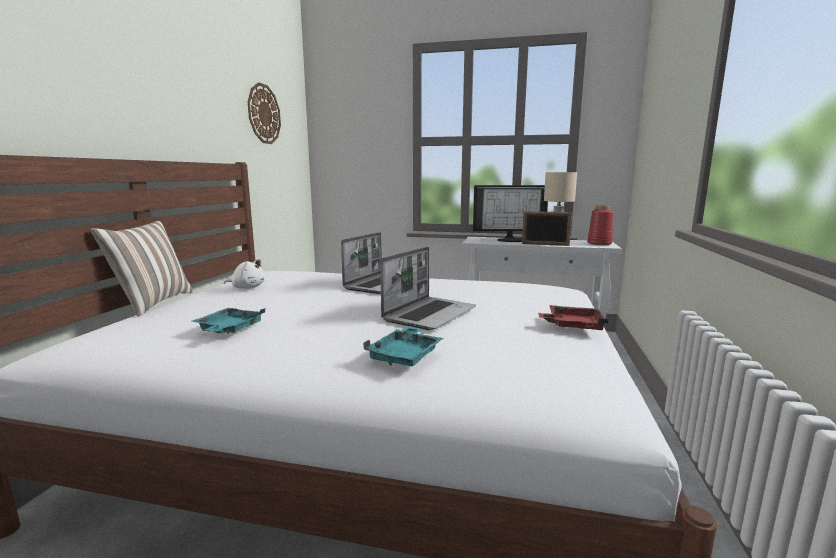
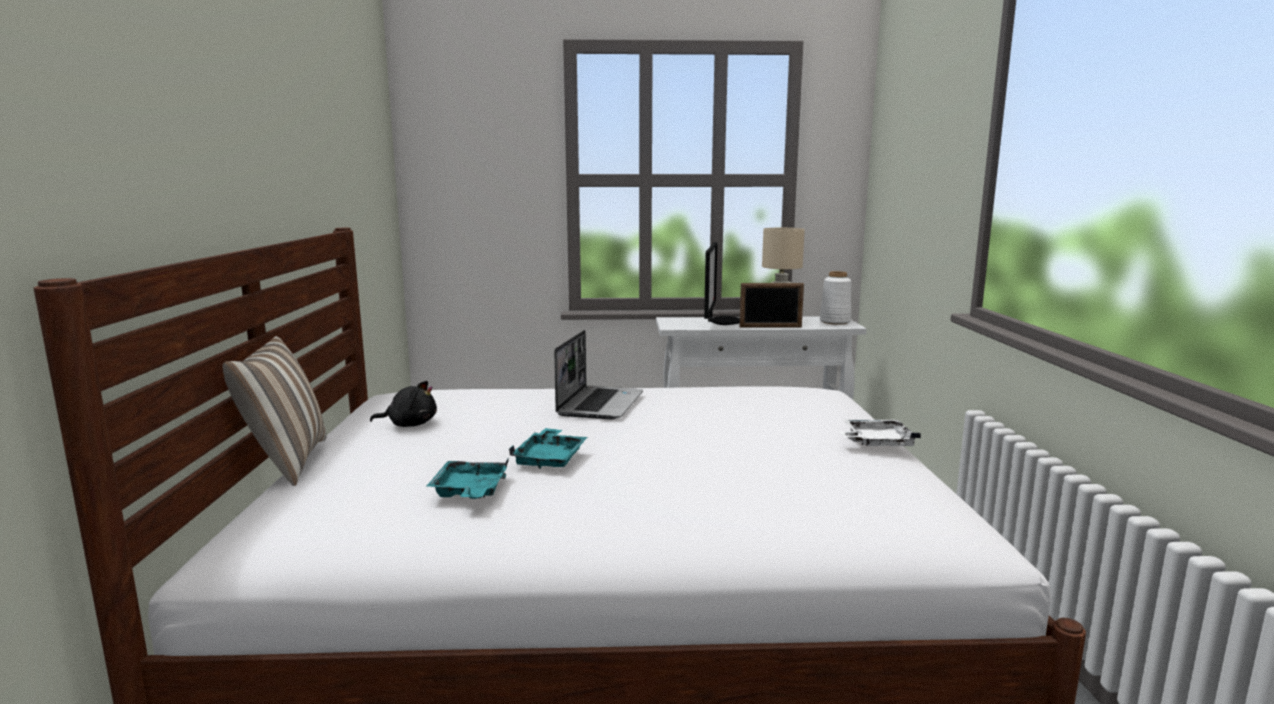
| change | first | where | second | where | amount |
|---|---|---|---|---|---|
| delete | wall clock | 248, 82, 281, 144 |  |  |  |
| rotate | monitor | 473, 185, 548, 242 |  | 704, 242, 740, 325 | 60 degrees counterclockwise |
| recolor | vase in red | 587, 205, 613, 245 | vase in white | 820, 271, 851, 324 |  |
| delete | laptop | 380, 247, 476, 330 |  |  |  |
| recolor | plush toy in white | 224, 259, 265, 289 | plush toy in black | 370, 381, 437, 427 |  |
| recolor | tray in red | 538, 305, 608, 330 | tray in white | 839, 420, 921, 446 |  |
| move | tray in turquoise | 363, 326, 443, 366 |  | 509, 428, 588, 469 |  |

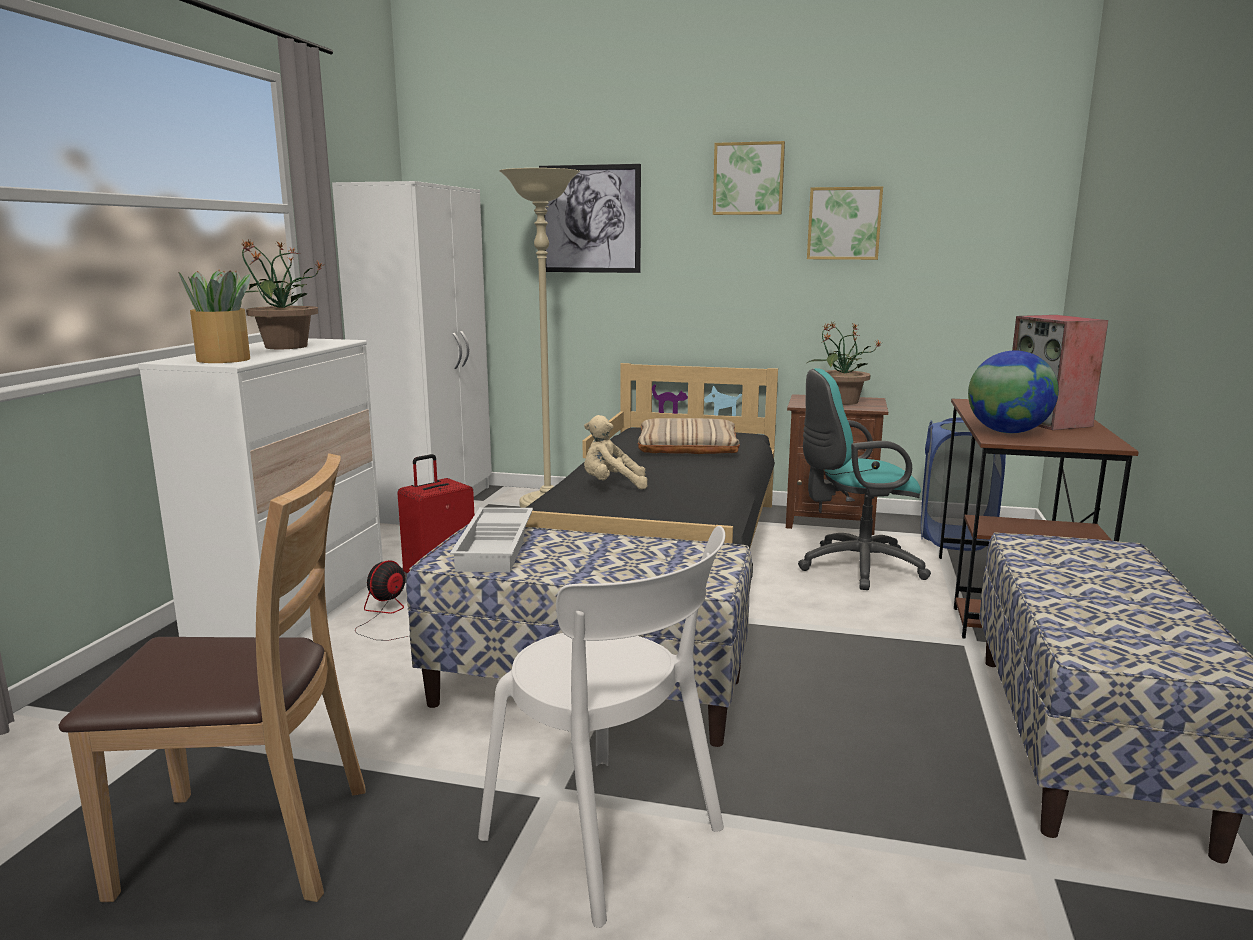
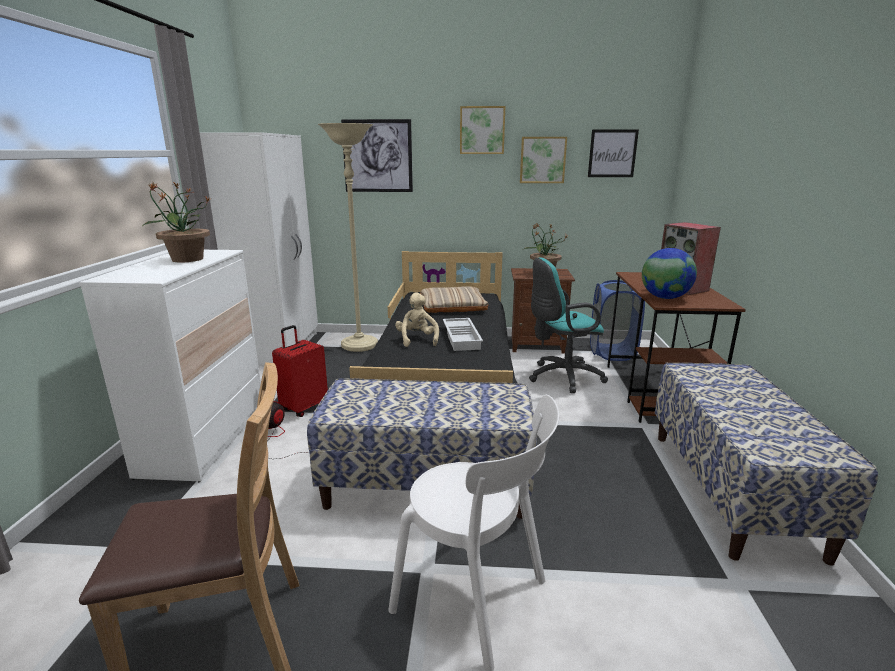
| change | first | where | second | where | amount |
|---|---|---|---|---|---|
| delete | potted plant | 178, 270, 250, 363 |  |  |  |
| rotate | plush toy in beige | 584, 415, 648, 490 |  | 395, 293, 439, 347 | 90 degrees clockwise |
| move | tray in white | 450, 507, 533, 572 |  | 443, 318, 483, 351 |  |
| insert |  |  | picture | 588, 130, 639, 177 |  |

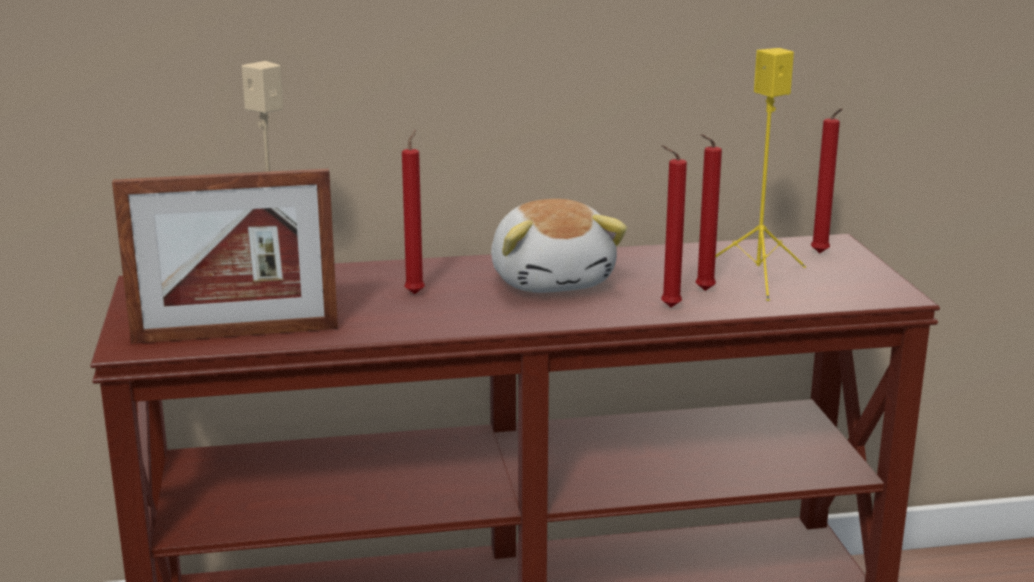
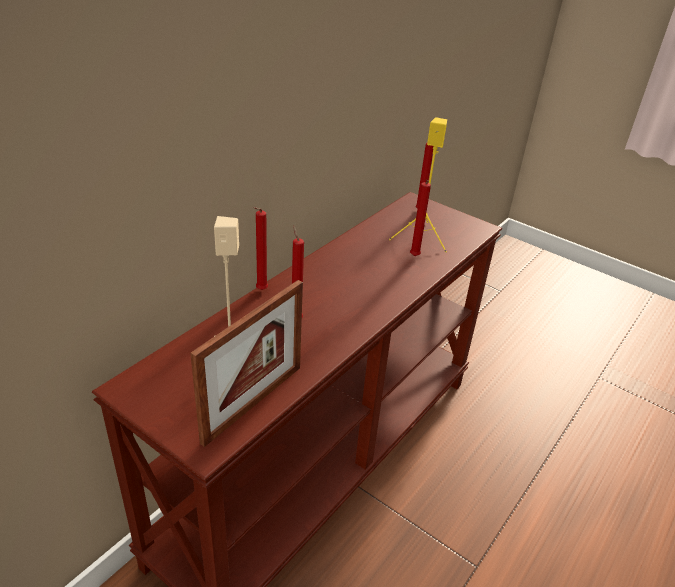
| change | first | where | second | where | amount |
|---|---|---|---|---|---|
| move | candle in red | 661, 145, 687, 308 |  | 254, 207, 268, 290 |  |
| delete | plush toy | 491, 199, 627, 293 |  |  |  |

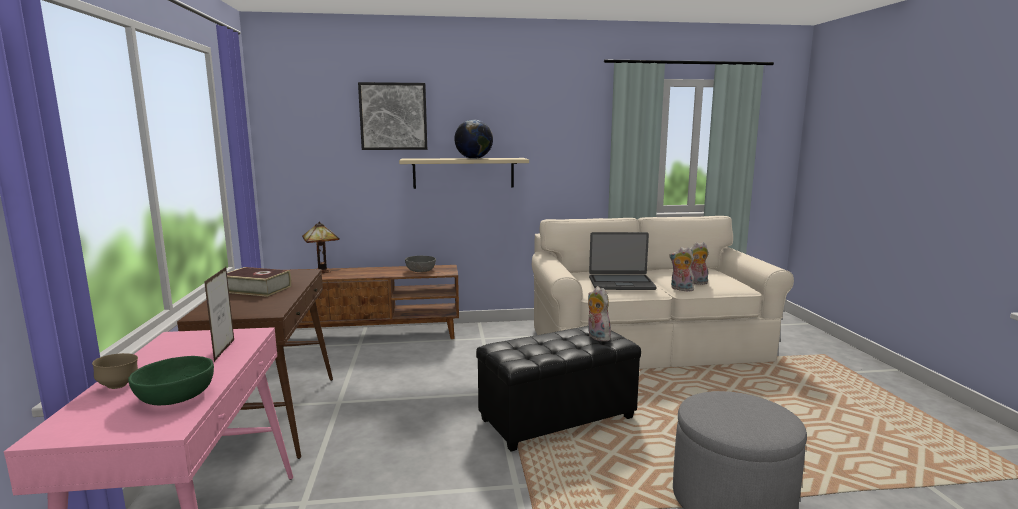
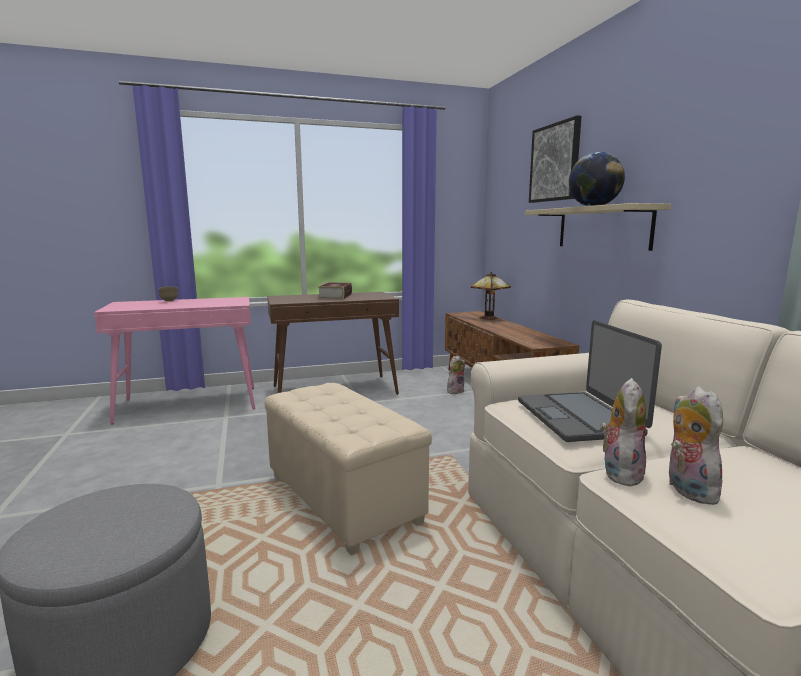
| change | first | where | second | where | amount |
|---|---|---|---|---|---|
| delete | bowl in grey | 405, 256, 436, 272 |  |  |  |
| delete | picture frame | 204, 267, 234, 362 |  |  |  |
| move | plush toy | 588, 286, 611, 341 |  | 447, 355, 465, 395 |  |
| recolor | ottoman in black | 476, 326, 641, 451 | ottoman in beige | 265, 383, 432, 555 |  |
| delete | bowl in green | 128, 356, 214, 405 |  |  |  |

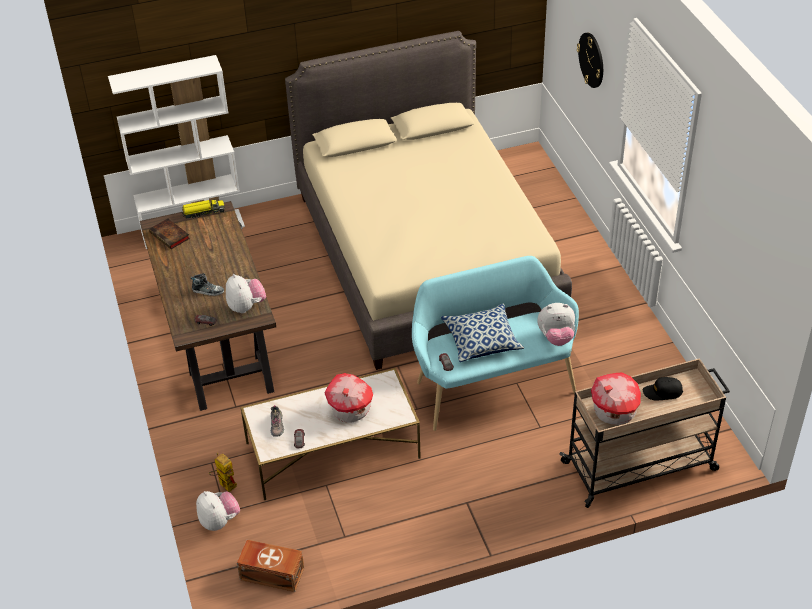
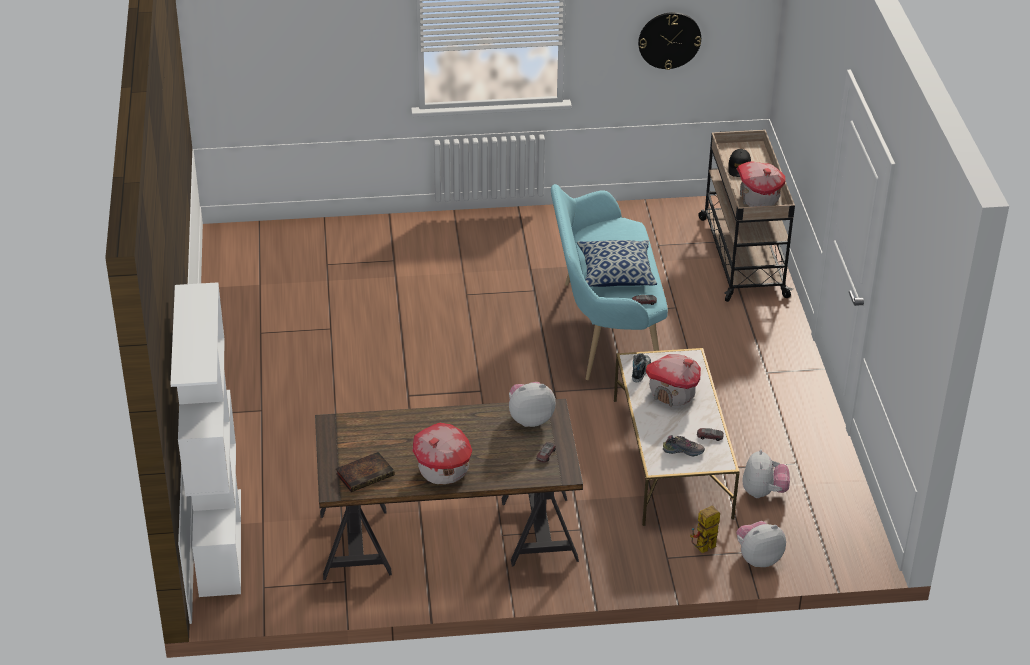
| change | first | where | second | where | amount |
|---|---|---|---|---|---|
| delete | bed in beige | 285, 31, 572, 370 |  |  |  |
| move | wall clock | 577, 32, 603, 88 |  | 638, 12, 701, 70 |  |
| delete | toy truck | 181, 200, 225, 219 |  |  |  |
| move | shoe | 190, 273, 224, 296 |  | 632, 353, 651, 382 |  |
| move | plush toy | 537, 303, 575, 346 |  | 743, 449, 790, 498 |  |
| delete | storage box in brown | 237, 540, 304, 592 |  |  |  |
| insert |  |  | toy house | 413, 423, 473, 484 |  |

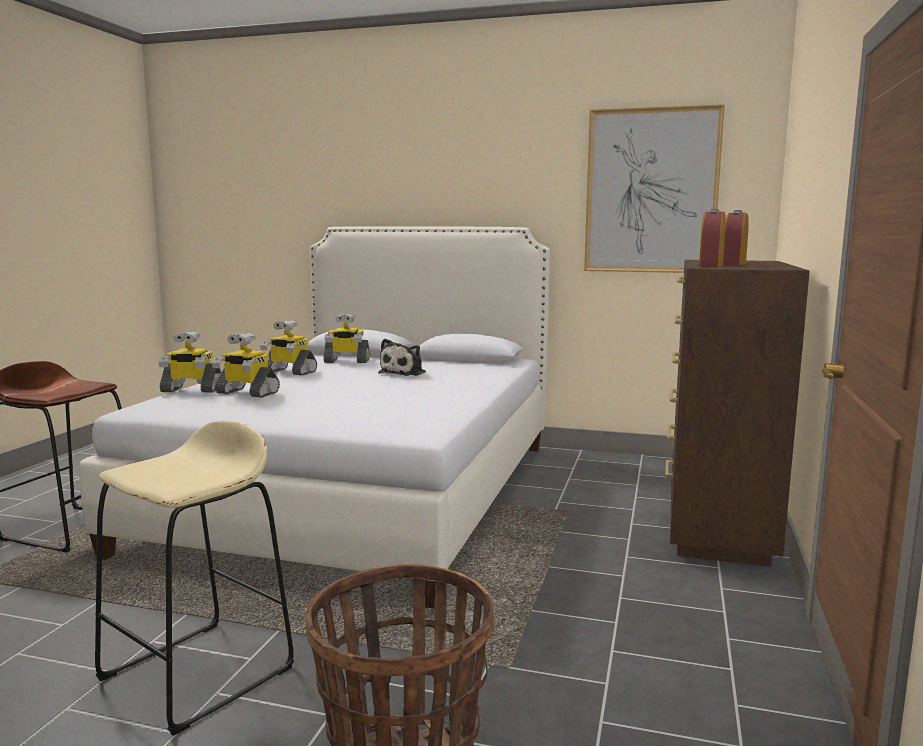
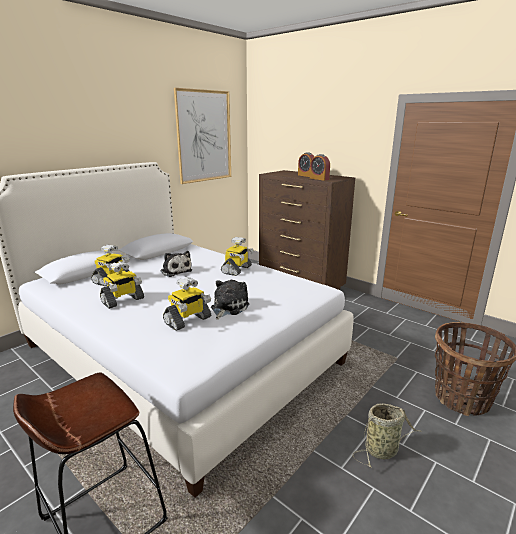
| change | first | where | second | where | amount |
|---|---|---|---|---|---|
| move | toy robot | 158, 331, 221, 393 |  | 221, 237, 254, 276 |  |
| replace | stool in beige | 95, 421, 294, 736 | basket | 352, 403, 422, 467 |  |
| insert |  |  | plush toy | 211, 280, 249, 320 |  |

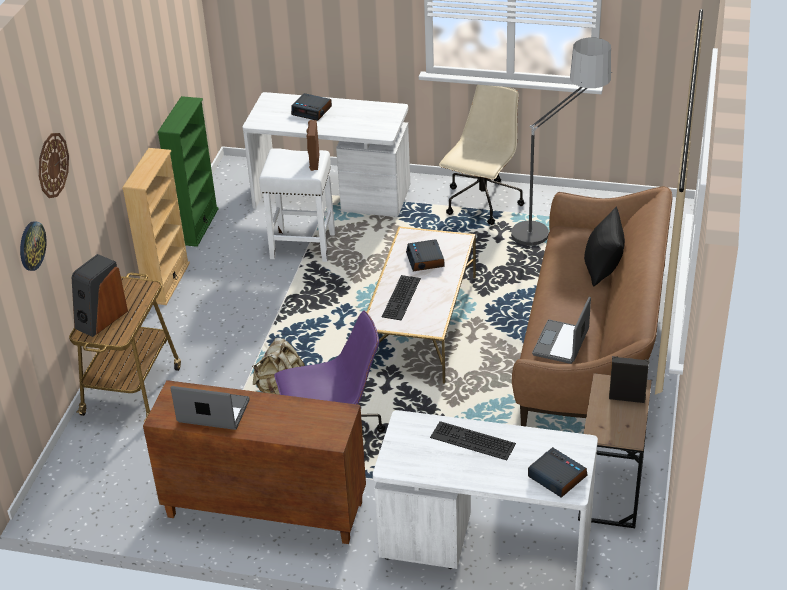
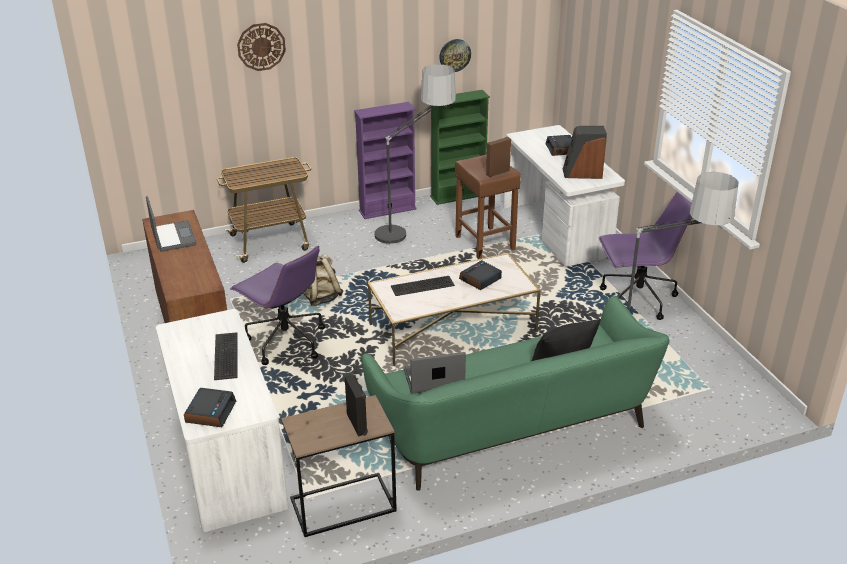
| change | first | where | second | where | amount |
|---|---|---|---|---|---|
| recolor | office chair in beige | 439, 85, 524, 225 | office chair in purple | 599, 192, 692, 320 |  |
| recolor | bookcase in beige | 122, 148, 190, 305 | bookcase in purple | 354, 102, 417, 219 |  |
| recolor | stool in white | 259, 148, 335, 262 | stool in brown | 455, 154, 521, 259 |  |
| recolor | sofa in brown | 512, 186, 672, 426 | sofa in green | 362, 296, 669, 491 |  |
| move | wall clock | 20, 221, 47, 271 |  | 439, 39, 471, 72 |  |
| move | speaker | 72, 254, 128, 337 |  | 563, 126, 607, 179 |  |
| insert |  |  | floor lamp | 372, 64, 457, 244 |  |

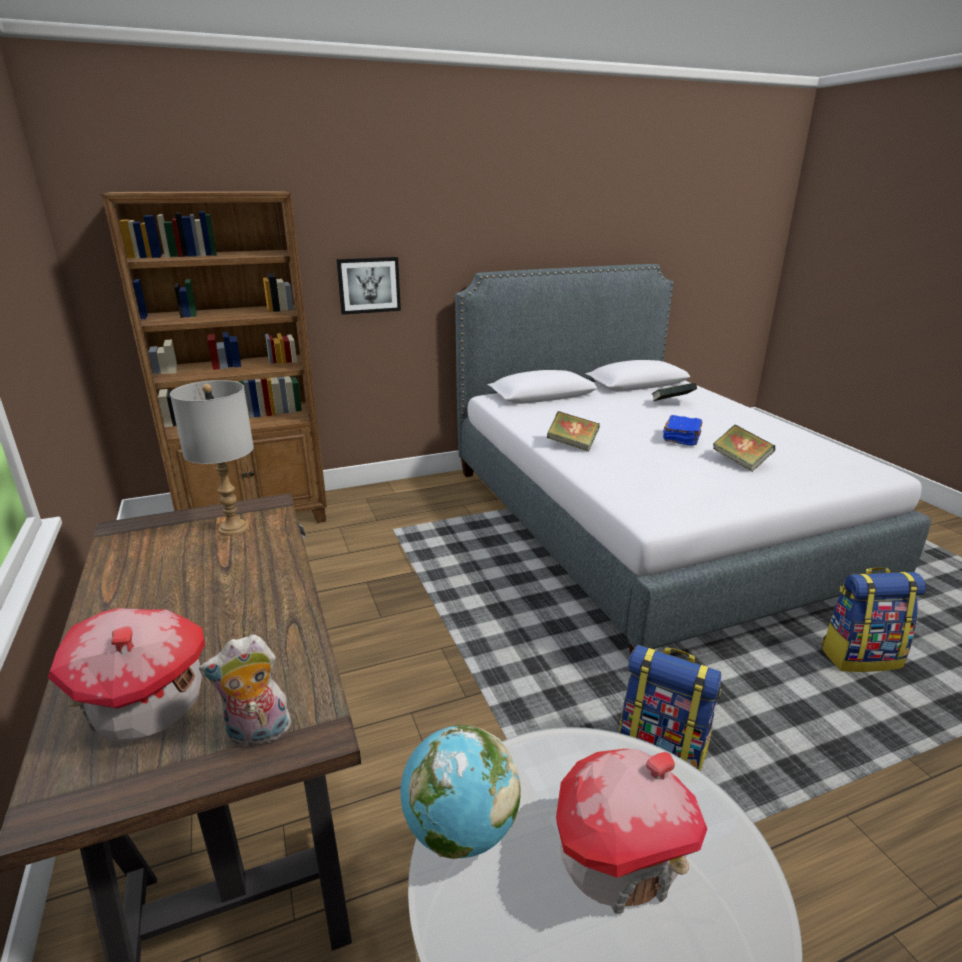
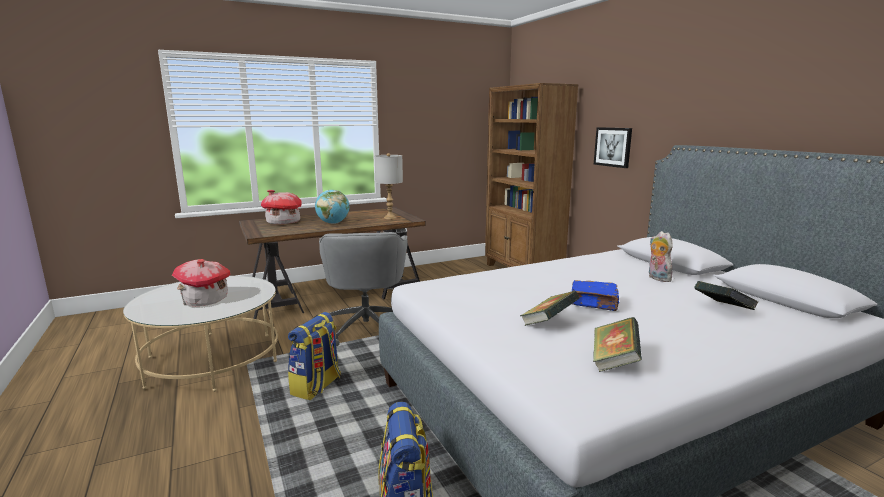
| change | first | where | second | where | amount |
|---|---|---|---|---|---|
| move | book | 547, 411, 600, 451 |  | 593, 317, 642, 372 |  |
| move | plush toy | 199, 634, 291, 747 |  | 649, 231, 673, 282 |  |
| move | globe | 400, 725, 521, 859 |  | 315, 190, 350, 224 |  |
| insert |  |  | office chair in grey | 319, 232, 407, 346 |  |

